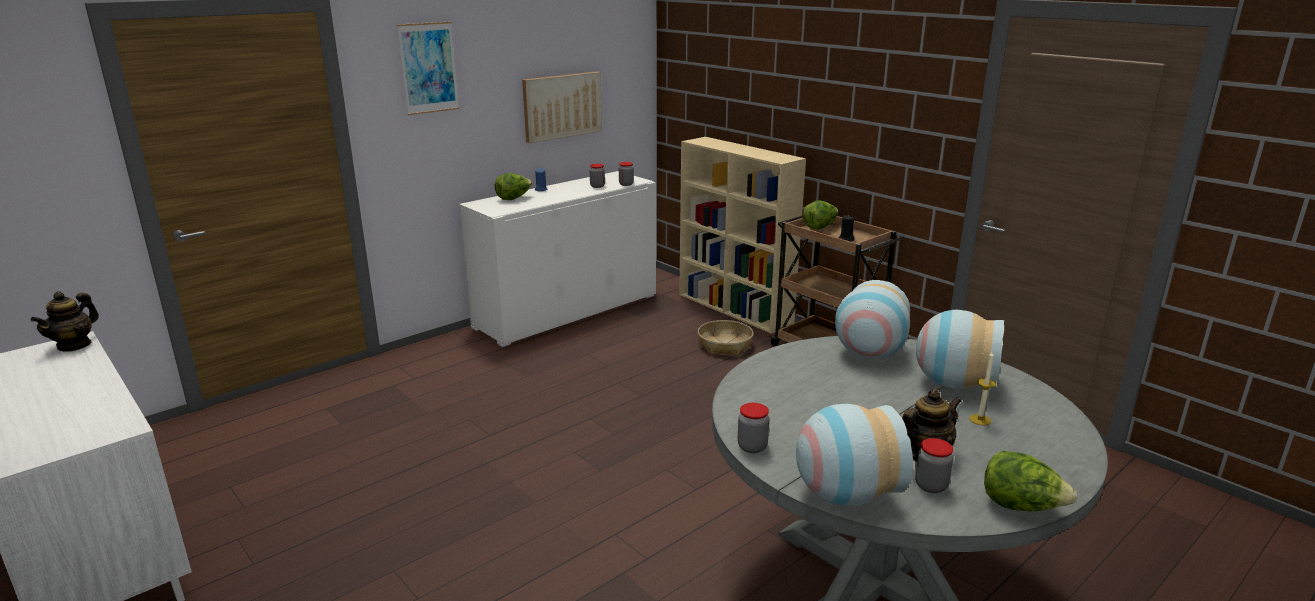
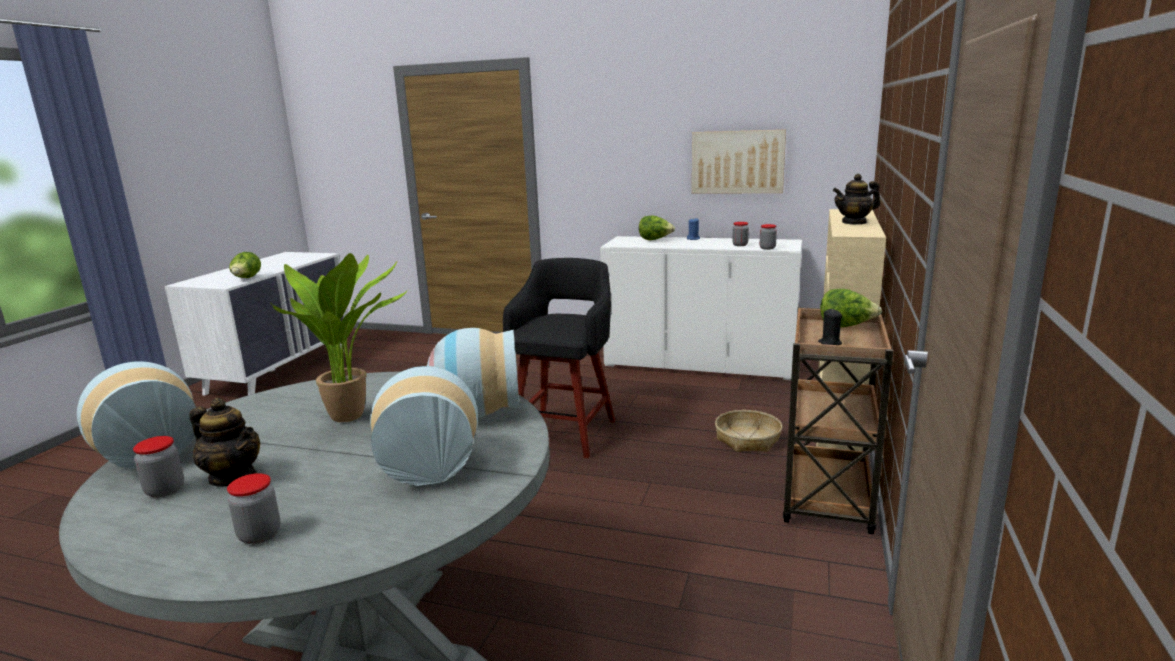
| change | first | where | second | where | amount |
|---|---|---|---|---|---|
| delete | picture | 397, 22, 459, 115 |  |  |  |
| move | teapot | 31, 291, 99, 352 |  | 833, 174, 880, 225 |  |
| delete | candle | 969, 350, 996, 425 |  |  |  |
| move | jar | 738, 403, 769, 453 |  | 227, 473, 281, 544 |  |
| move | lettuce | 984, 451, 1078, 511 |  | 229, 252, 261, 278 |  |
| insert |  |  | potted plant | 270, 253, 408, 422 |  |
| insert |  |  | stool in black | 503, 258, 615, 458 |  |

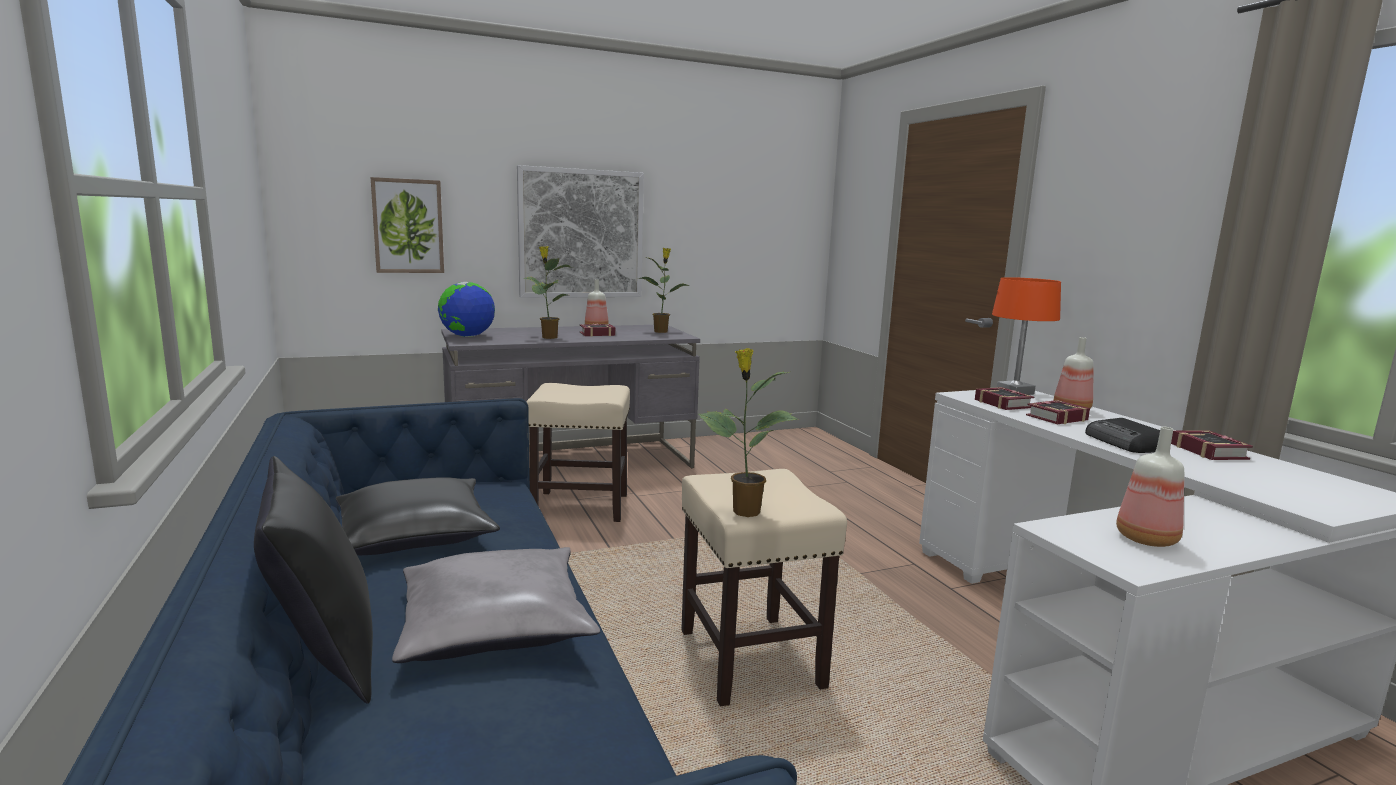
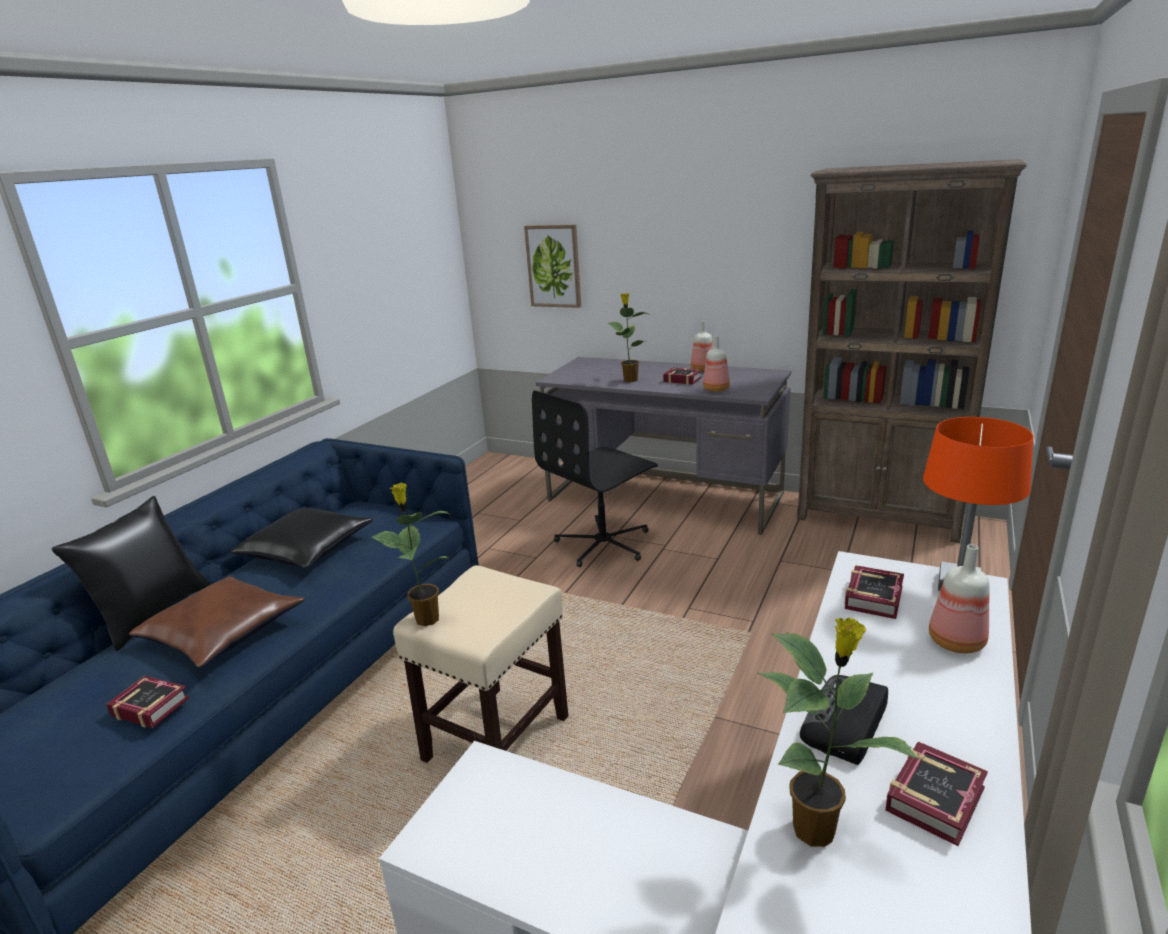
| change | first | where | second | where | amount |
|---|---|---|---|---|---|
| delete | picture | 517, 165, 644, 298 |  |  |  |
| move | potted plant | 638, 248, 690, 333 |  | 756, 617, 920, 847 |  |
| delete | globe | 438, 282, 495, 337 |  |  |  |
| replace | stool in beige | 526, 383, 630, 522 | office chair in black | 532, 390, 658, 567 |  |
| move | book | 1026, 400, 1090, 424 |  | 106, 676, 190, 728 |  |
| move | bottle | 1116, 427, 1184, 547 |  | 703, 336, 730, 392 |  |
| recolor | pillow in grey | 392, 547, 600, 663 | pillow in brown | 129, 576, 305, 668 |  |
| insert |  |  | bookcase in brown | 797, 159, 1027, 543 |  |

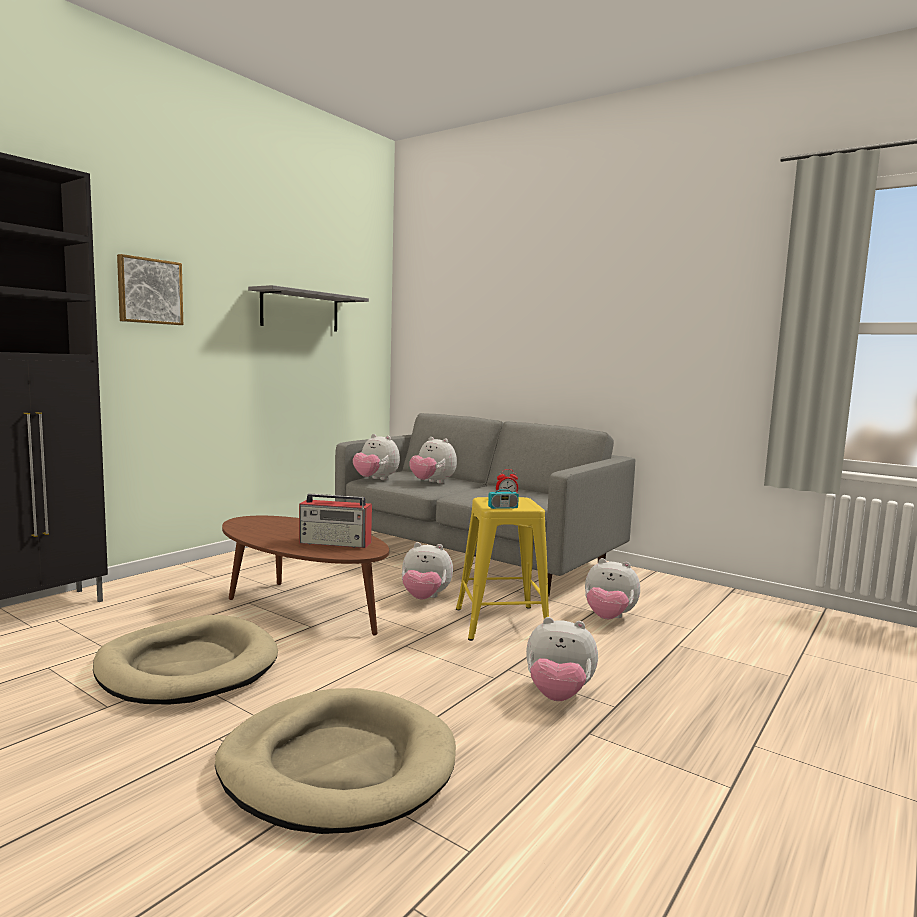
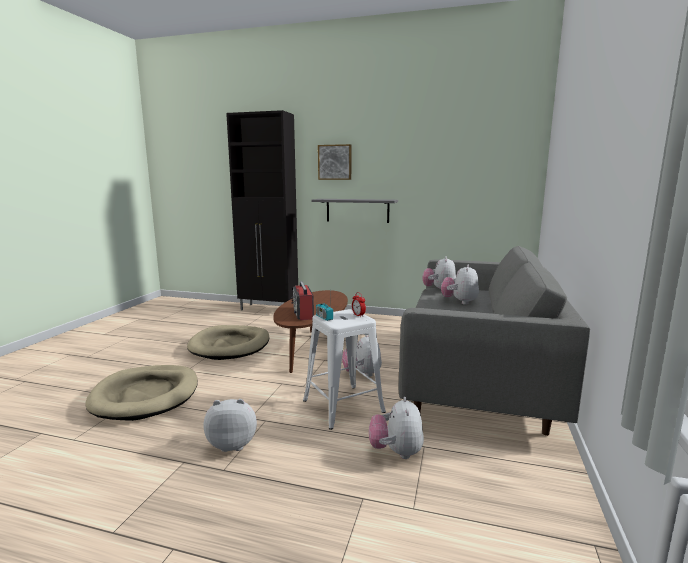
| change | first | where | second | where | amount |
|---|---|---|---|---|---|
| move | shelf in grey | 248, 285, 369, 332 |  | 312, 199, 398, 223 |  |
| recolor | stool in yellow | 456, 497, 549, 641 | stool in white | 303, 309, 386, 430 |  |
| rotate | plush toy | 526, 617, 598, 701 |  | 203, 399, 257, 452 | 90 degrees clockwise |

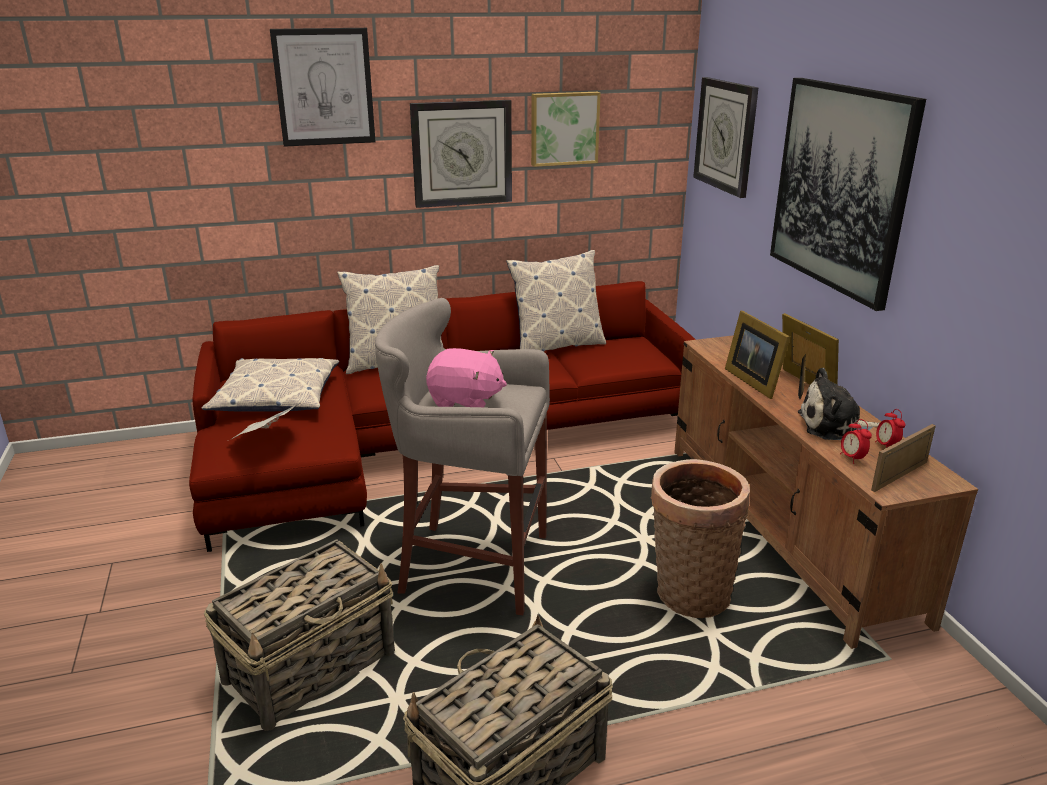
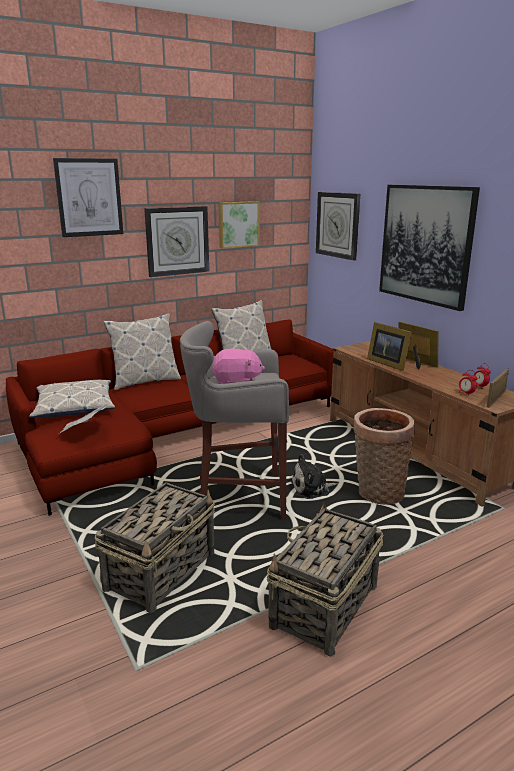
| change | first | where | second | where | amount |
|---|---|---|---|---|---|
| move | plush toy | 798, 368, 880, 440 |  | 291, 454, 338, 499 |  |

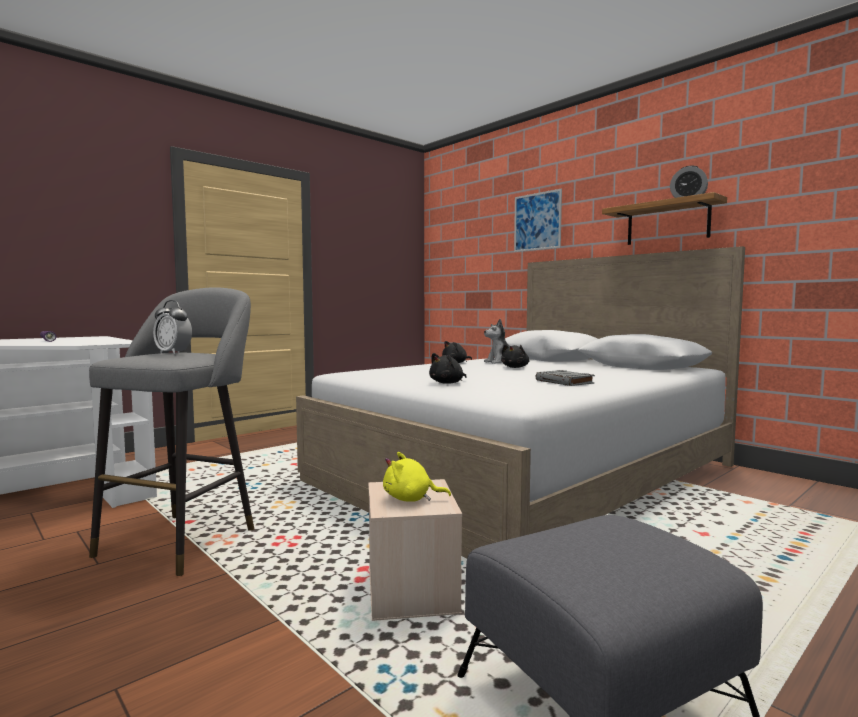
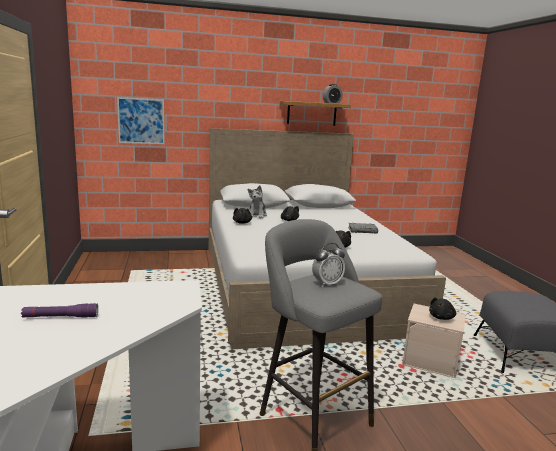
| change | first | where | second | where | amount |
|---|---|---|---|---|---|
| move | picture | 514, 189, 562, 252 |  | 117, 97, 165, 144 |  |
| recolor | plush toy in yellow | 383, 452, 451, 502 | plush toy in black | 429, 297, 456, 320 |  |

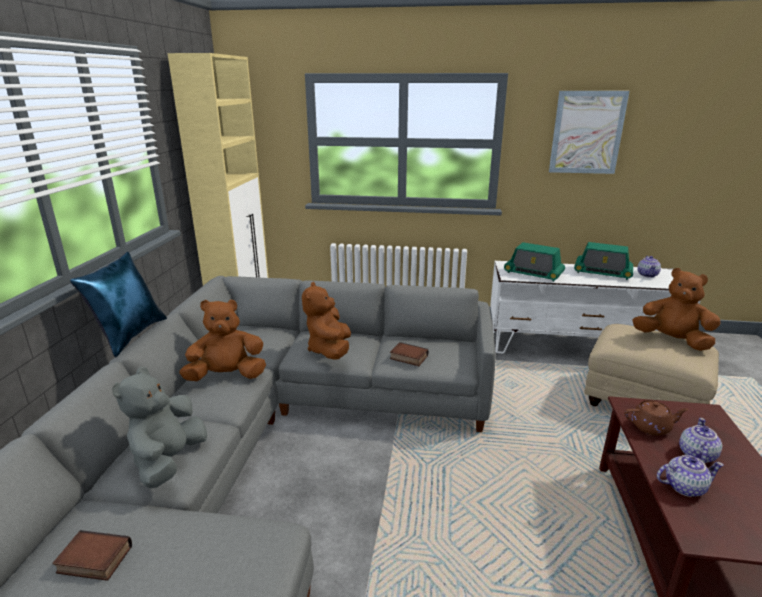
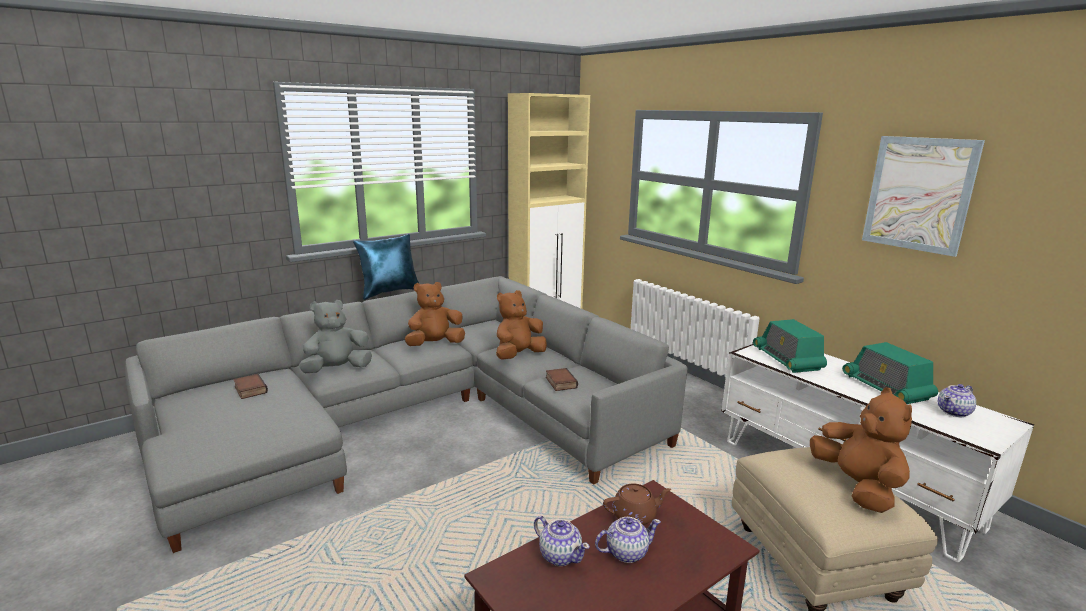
| change | first | where | second | where | amount |
|---|---|---|---|---|---|
| rotate | plush toy in brown | 179, 299, 266, 381 |  | 405, 282, 465, 346 | 60 degrees counterclockwise |
| rotate | teapot in brown | 624, 400, 689, 436 |  | 603, 484, 671, 525 | 60 degrees counterclockwise |

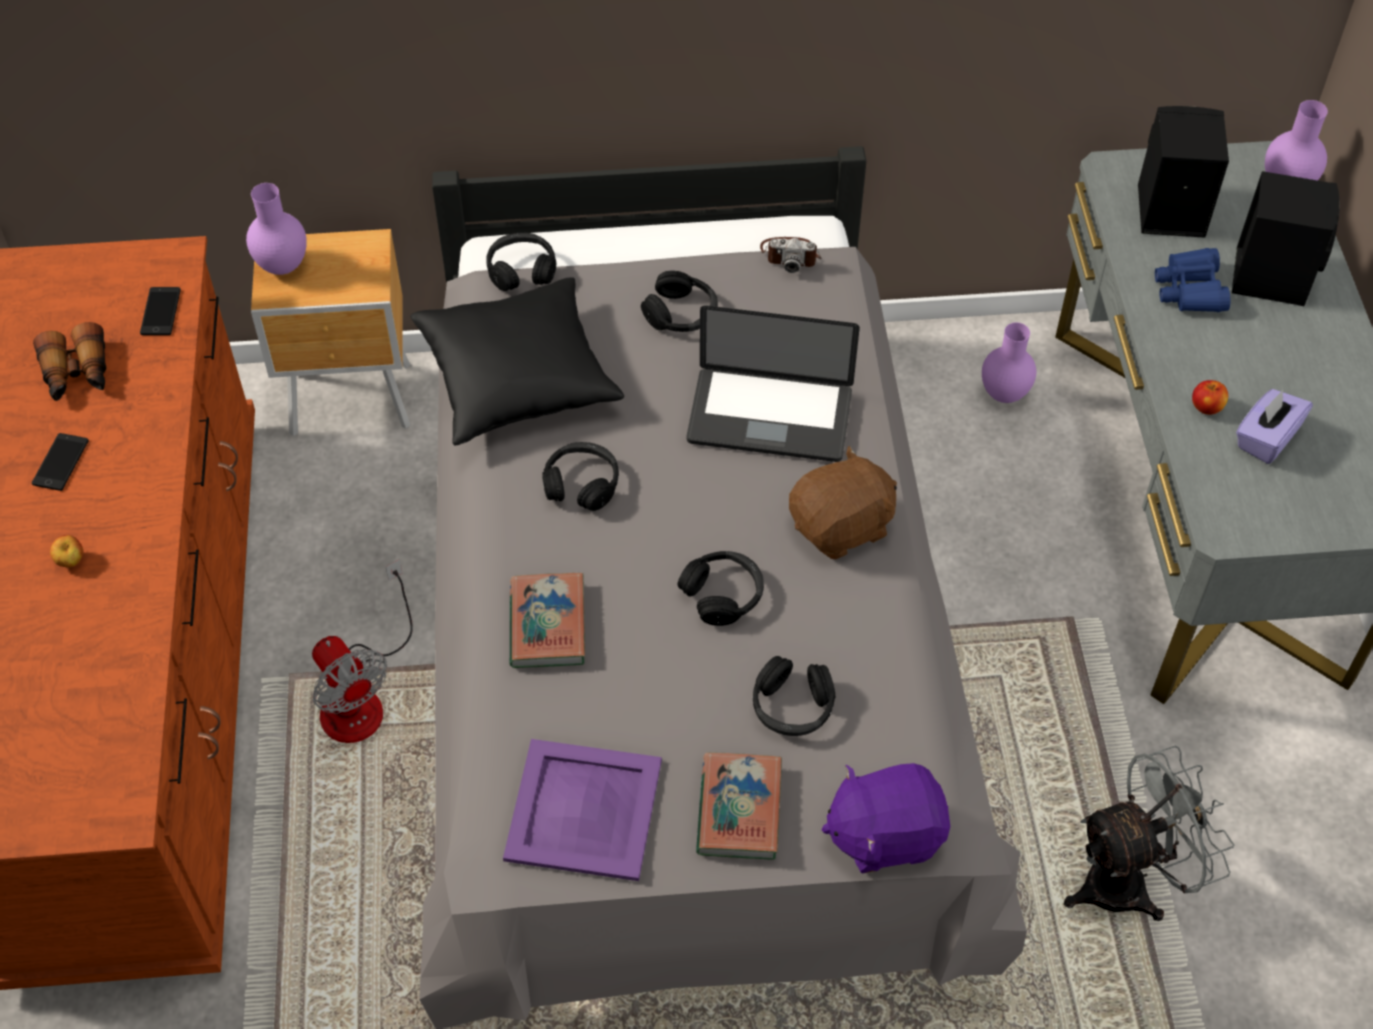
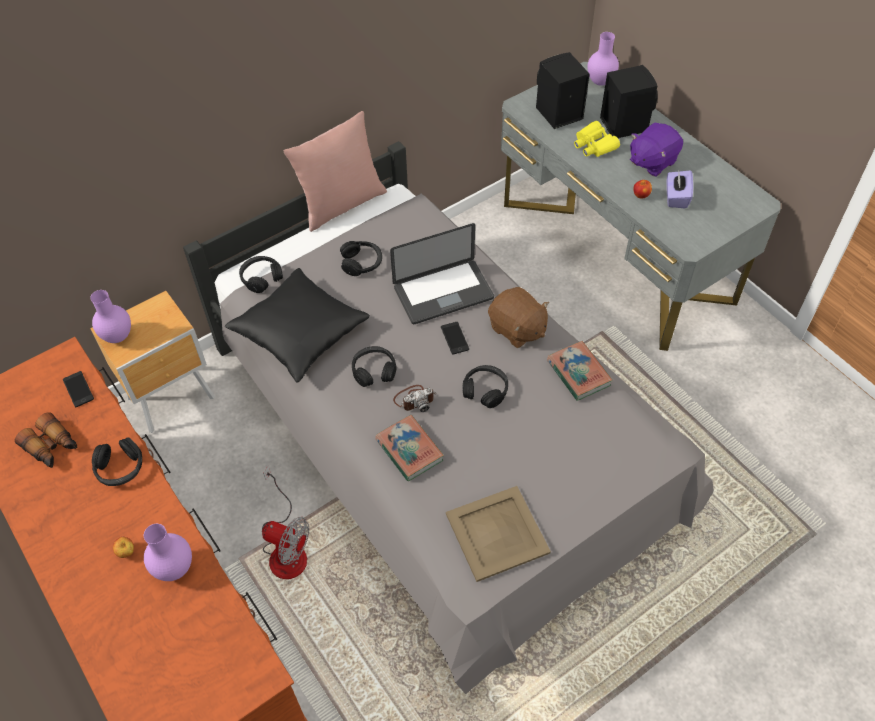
| change | first | where | second | where | amount |
|---|---|---|---|---|---|
| move | photo camera | 760, 237, 821, 273 |  | 393, 385, 436, 412 |  |
| recolor | binoculars in blue | 1155, 248, 1230, 312 | binoculars in yellow | 574, 121, 620, 157 |  |
| move | vase in purple | 982, 323, 1036, 403 |  | 144, 524, 192, 581 |  |
| move | phone | 32, 433, 89, 491 |  | 441, 322, 469, 354 |  |
| rotate | plush toy in brown | 789, 446, 897, 559 |  | 488, 287, 549, 348 | 105 degrees clockwise |
| move | headphones in black | 753, 656, 835, 736 |  | 92, 437, 142, 486 |  |
| recolor | tray in purple | 503, 739, 662, 881 | tray in beige | 446, 486, 551, 582 |  |
| delete | fan in grey | 1064, 746, 1235, 921 |  |  |  |
| move | book | 696, 752, 782, 860 |  | 547, 341, 613, 401 |  |
| move | plush toy in purple | 822, 763, 950, 873 |  | 630, 123, 683, 177 |  |
| insert |  |  | pillow in pink | 284, 111, 387, 232 |  |

